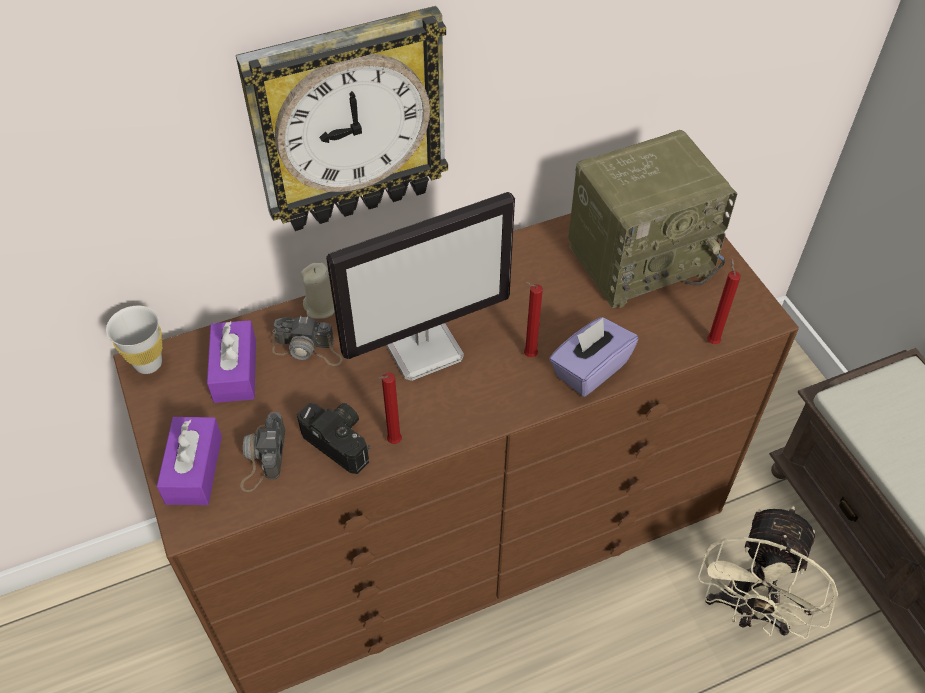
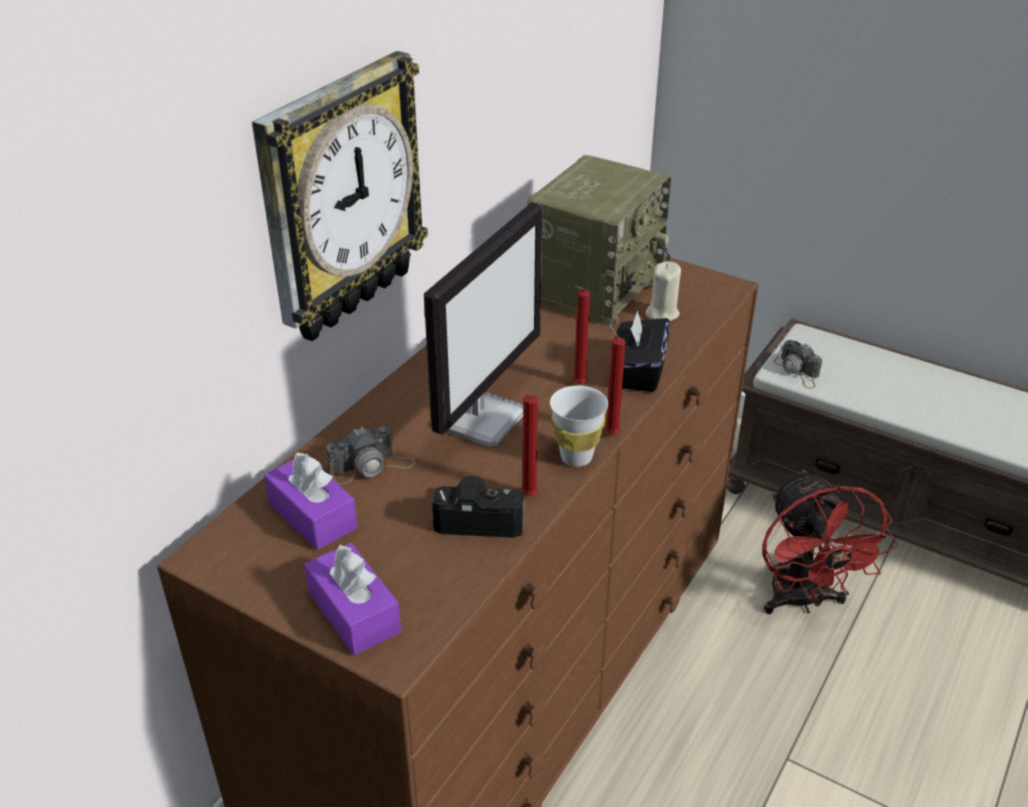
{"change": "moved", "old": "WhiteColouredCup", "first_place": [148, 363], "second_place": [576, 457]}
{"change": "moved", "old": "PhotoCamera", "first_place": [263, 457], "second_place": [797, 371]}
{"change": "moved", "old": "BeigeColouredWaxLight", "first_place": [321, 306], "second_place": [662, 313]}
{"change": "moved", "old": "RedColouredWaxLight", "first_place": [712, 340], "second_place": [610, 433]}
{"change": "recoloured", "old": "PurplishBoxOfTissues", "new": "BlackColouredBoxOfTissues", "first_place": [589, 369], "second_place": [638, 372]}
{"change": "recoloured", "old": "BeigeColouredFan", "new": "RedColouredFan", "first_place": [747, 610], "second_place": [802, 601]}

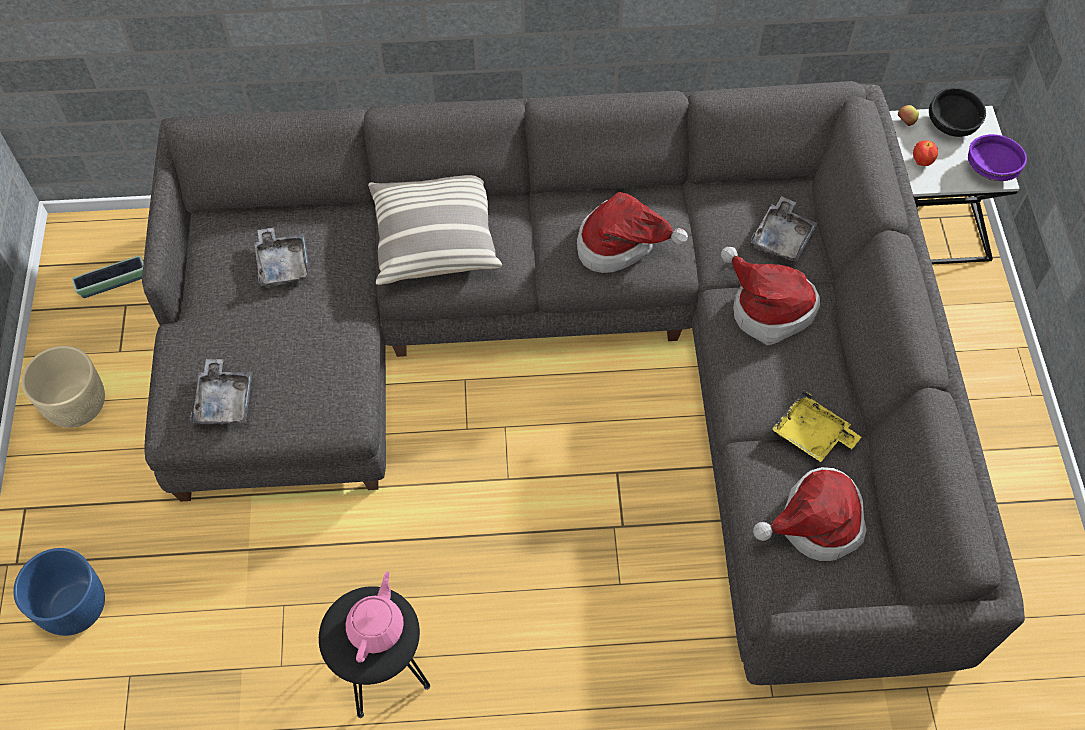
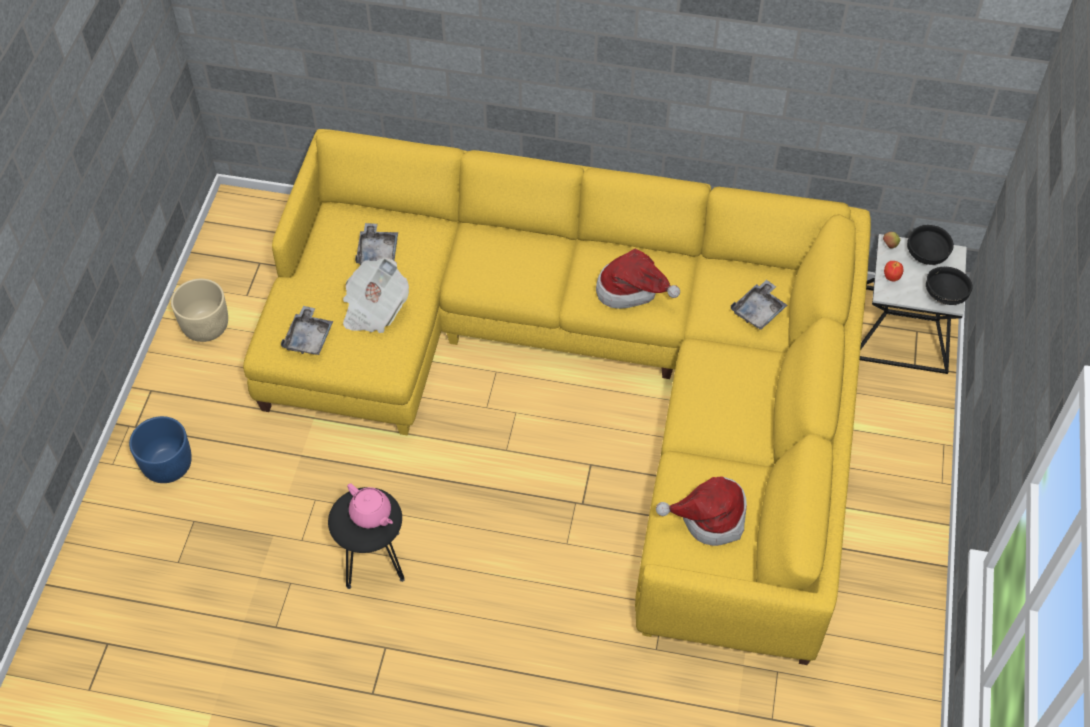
{"change": "removed", "old": "Planter", "first_place": [113, 283]}
{"change": "removed", "old": "Cushion", "first_place": [434, 239]}
{"change": "removed", "old": "Hat", "first_place": [767, 308]}
{"change": "removed", "old": "YellowTray", "first_place": [812, 435]}
{"change": "added", "new": "Newspaper", "second_place": [374, 309]}
{"change": "recoloured", "old": "GreySettee", "new": "YellowSettee", "first_place": [582, 355], "second_place": [591, 374]}
{"change": "recoloured", "old": "PurplishBowl", "new": "BlackColouredBowl", "first_place": [990, 169], "second_place": [945, 295]}
{"change": "turned", "old": "PinkColouredTeapot", "first_place": [377, 627], "second_place": [371, 514], "degrees": 105}

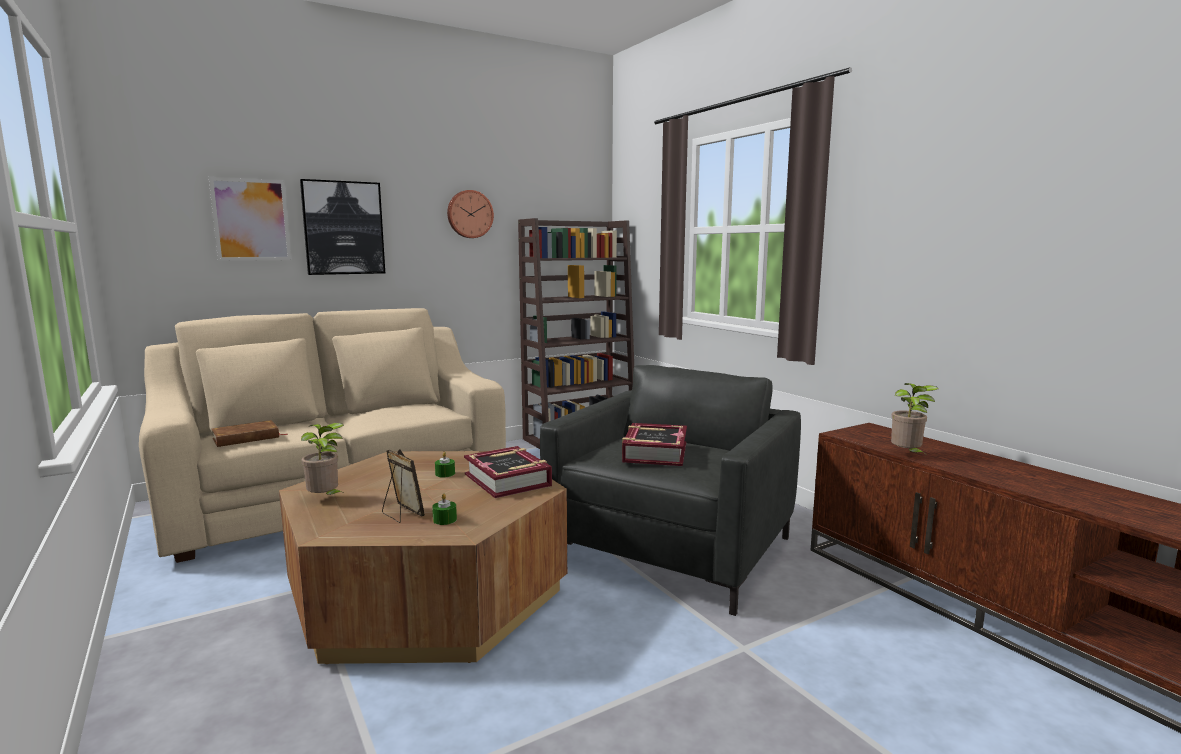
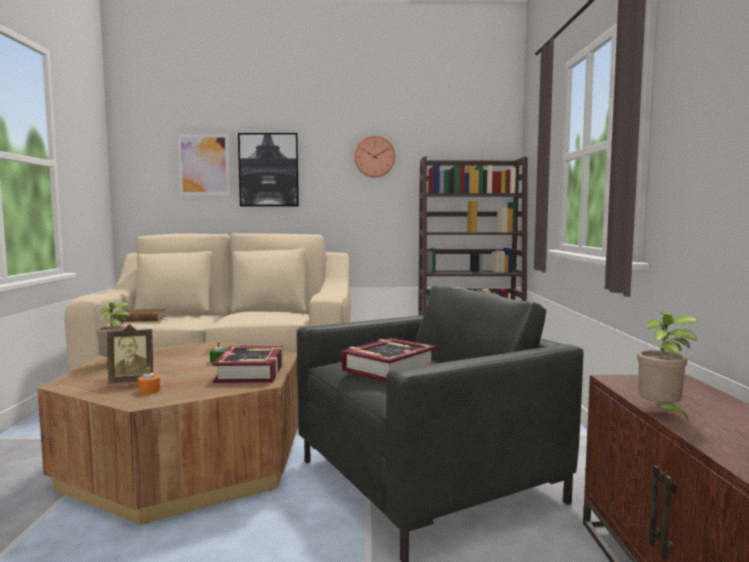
{"change": "recoloured", "old": "GreenishWaxLight", "new": "OrangeWaxLight", "first_place": [445, 520], "second_place": [149, 390]}
{"change": "turned", "old": "PictureFrame", "first_place": [401, 514], "second_place": [132, 381], "degrees": 90}

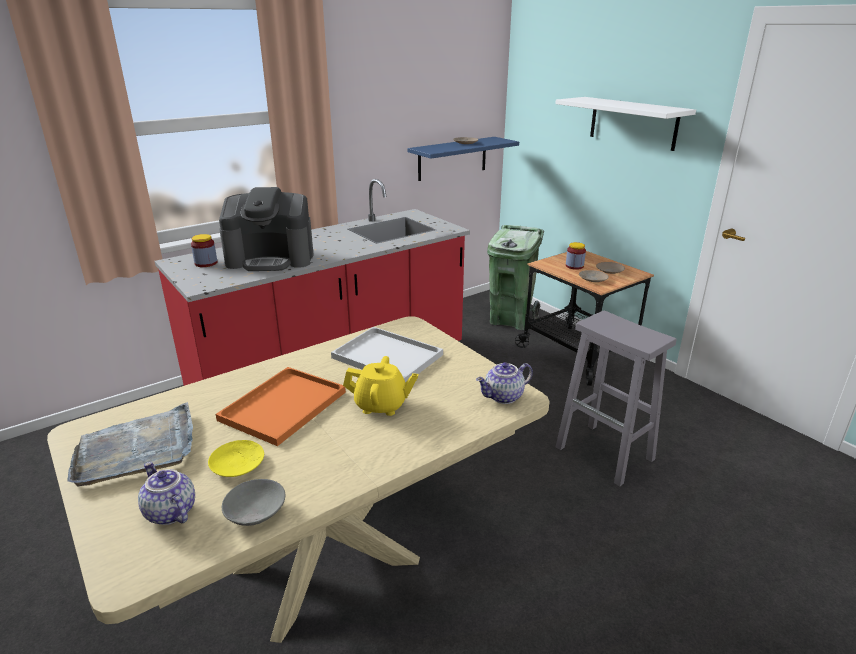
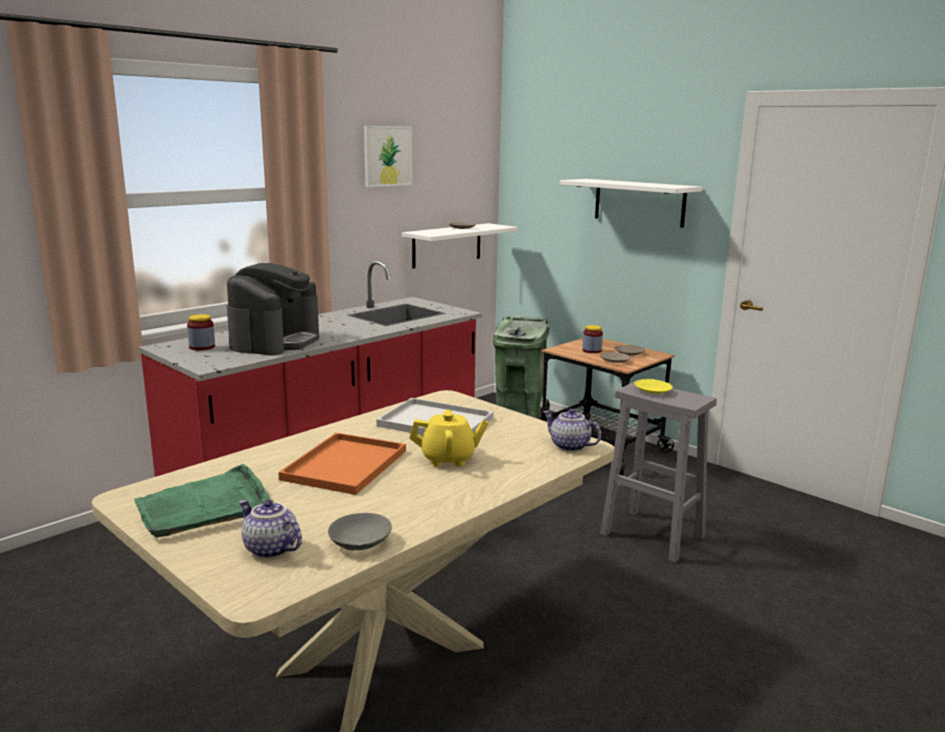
{"change": "added", "new": "Picture", "second_place": [387, 156]}
{"change": "moved", "old": "YellowPlate", "first_place": [238, 463], "second_place": [652, 390]}
{"change": "recoloured", "old": "GreyTray", "new": "GreenishTray", "first_place": [137, 449], "second_place": [203, 506]}
{"change": "recoloured", "old": "BlueShelf", "new": "WhiteColouredShelf", "first_place": [452, 158], "second_place": [447, 245]}
{"change": "turned", "old": "CoffeeMaker", "first_place": [271, 259], "second_place": [276, 341], "degrees": -60}
{"change": "turned", "old": "Teapot", "first_place": [503, 397], "second_place": [569, 446], "degrees": 75}

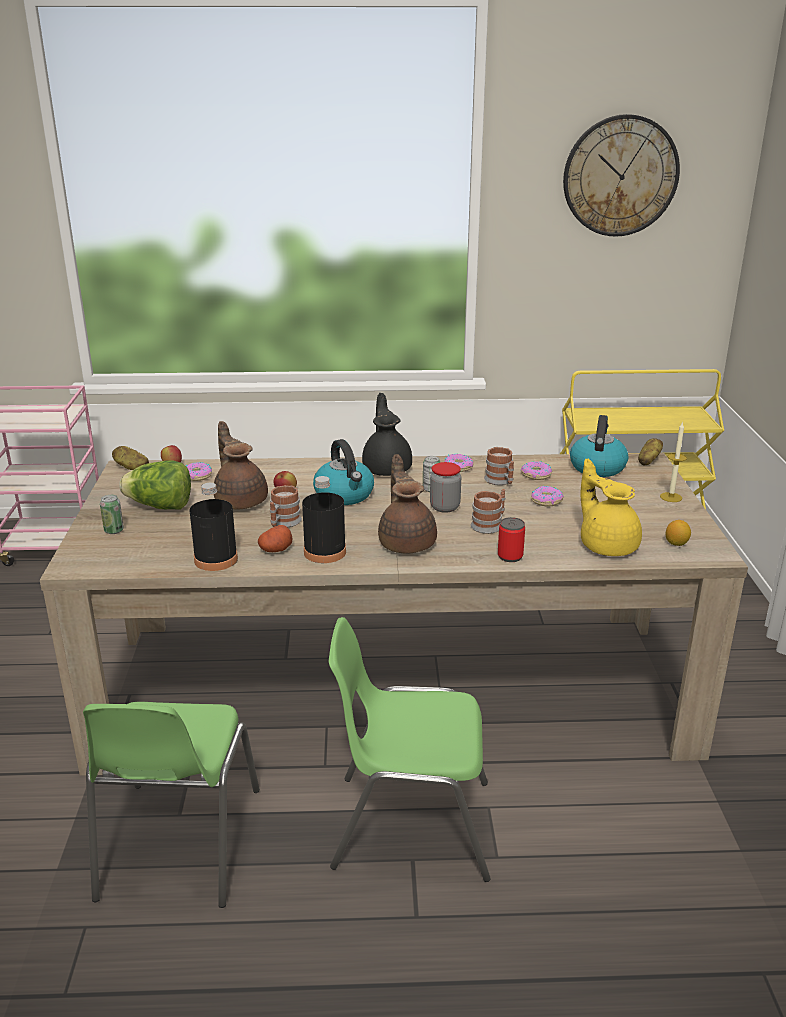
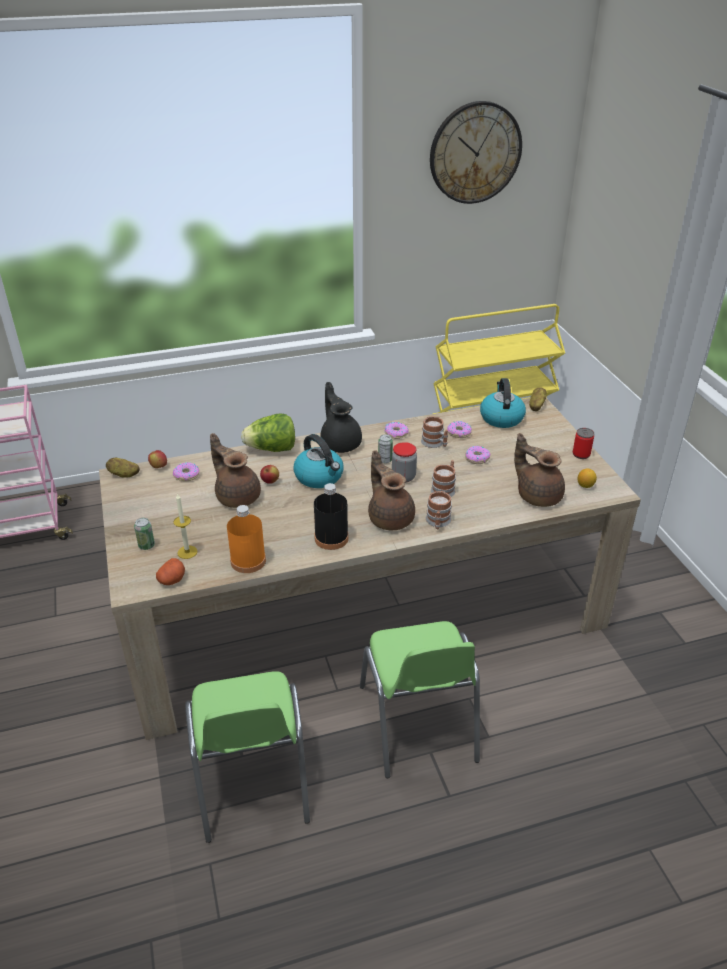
{"change": "moved", "old": "HeadOfLettuce", "first_place": [160, 507], "second_place": [272, 449]}
{"change": "moved", "old": "WholePotato", "first_place": [276, 550], "second_place": [172, 580]}
{"change": "moved", "old": "Mug", "first_place": [283, 523], "second_place": [438, 522]}
{"change": "moved", "old": "MetalCan", "first_place": [510, 556], "second_place": [581, 454]}
{"change": "moved", "old": "WaxLight", "first_place": [671, 497], "second_place": [187, 552]}
{"change": "recoloured", "old": "BlackColouredBeverageBottle", "new": "OrangeBeverageBottle", "first_place": [216, 559], "second_place": [248, 561]}
{"change": "recoloured", "old": "YellowTeapot", "new": "BrownishTeapot", "first_place": [607, 545], "second_place": [537, 495]}
{"change": "turned", "old": "GreenishUprightChair", "first_place": [409, 824], "second_place": [418, 724], "degrees": -90}

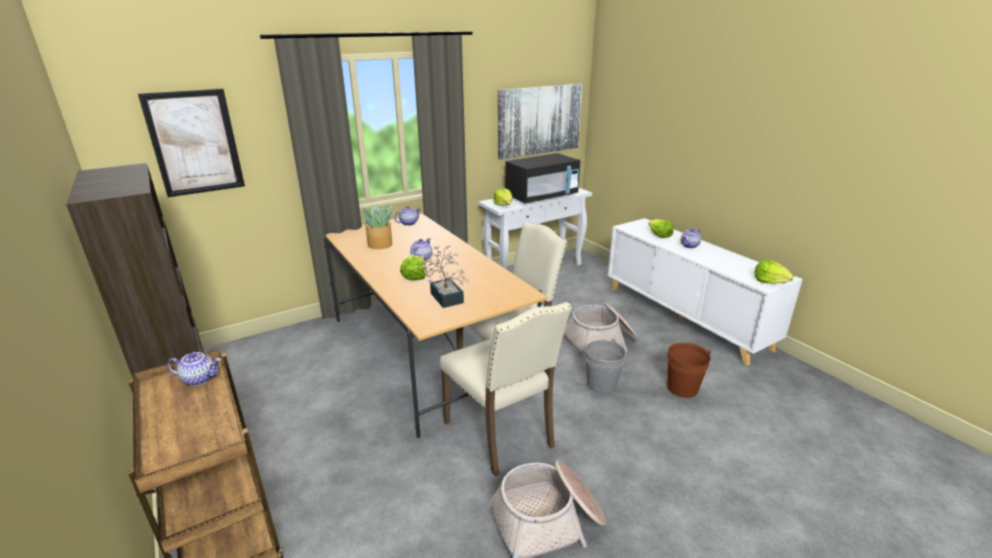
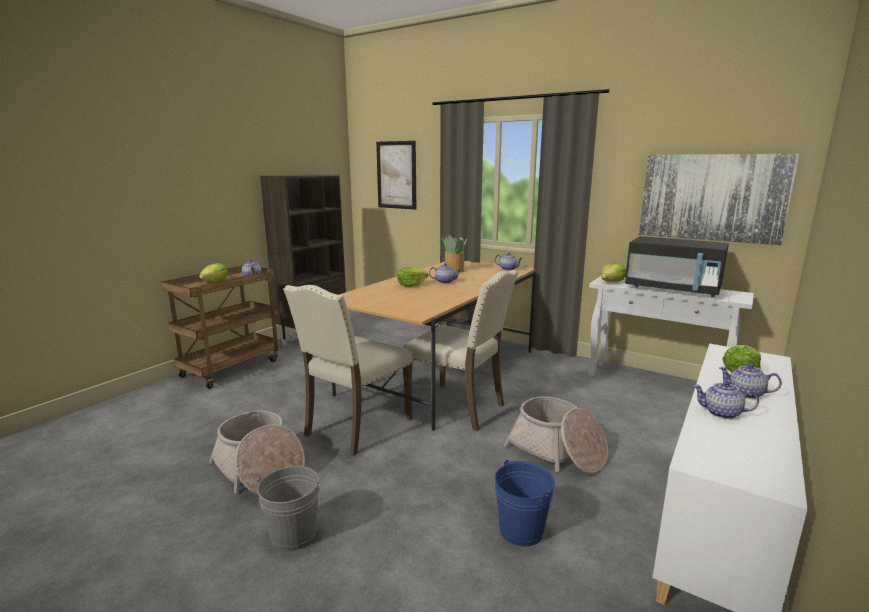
{"change": "removed", "old": "Houseplant", "first_place": [445, 296]}
{"change": "added", "new": "Teapot", "second_place": [721, 413]}
{"change": "moved", "old": "GreyBucket", "first_place": [601, 384], "second_place": [293, 535]}
{"change": "moved", "old": "HeadOfLettuce", "first_place": [769, 281], "second_place": [215, 281]}
{"change": "recoloured", "old": "BrownishBucket", "new": "BlueBucket", "first_place": [682, 388], "second_place": [521, 530]}

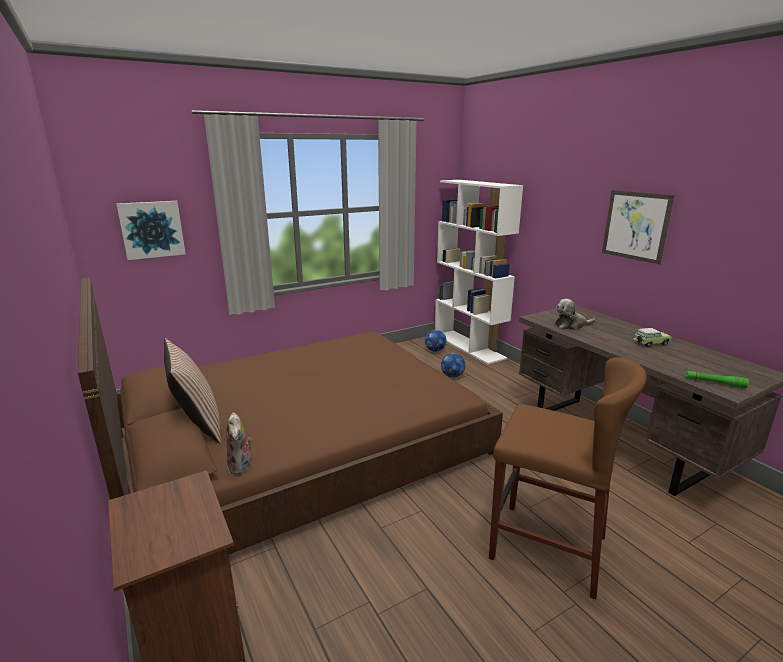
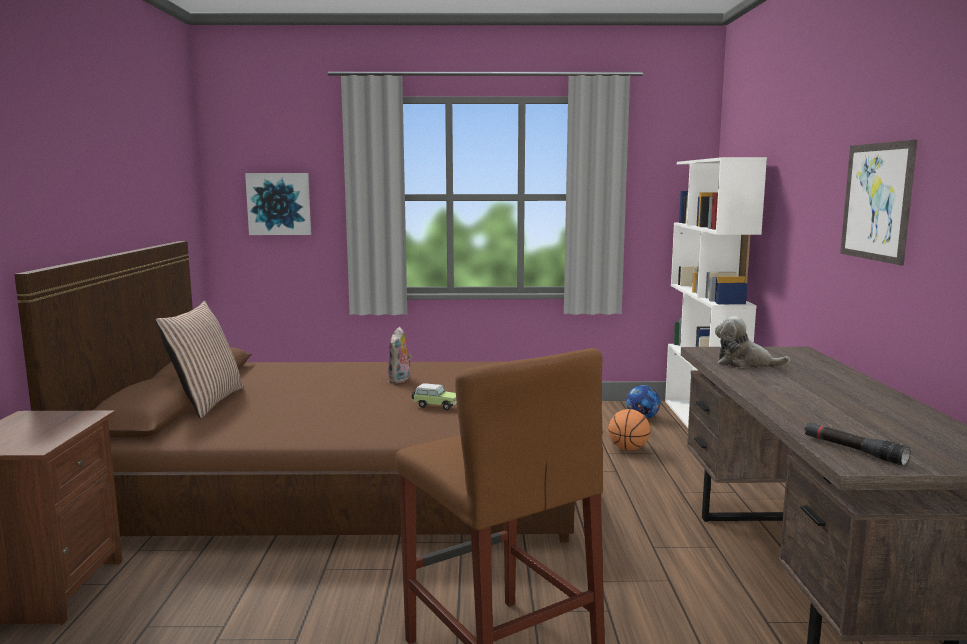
{"change": "moved", "old": "SoftToy", "first_place": [241, 466], "second_place": [400, 380]}
{"change": "moved", "old": "ModelCar", "first_place": [650, 344], "second_place": [435, 406]}
{"change": "replaced", "old": "BallForFootball", "new": "BallForBasketball", "first_place": [452, 376], "second_place": [628, 449]}
{"change": "recoloured", "old": "GreenishHandTorch", "new": "BlackColouredHandTorch", "first_place": [714, 383], "second_place": [853, 450]}

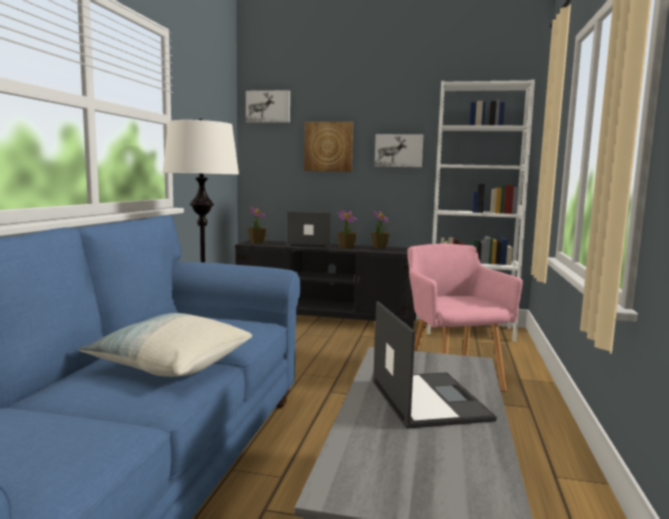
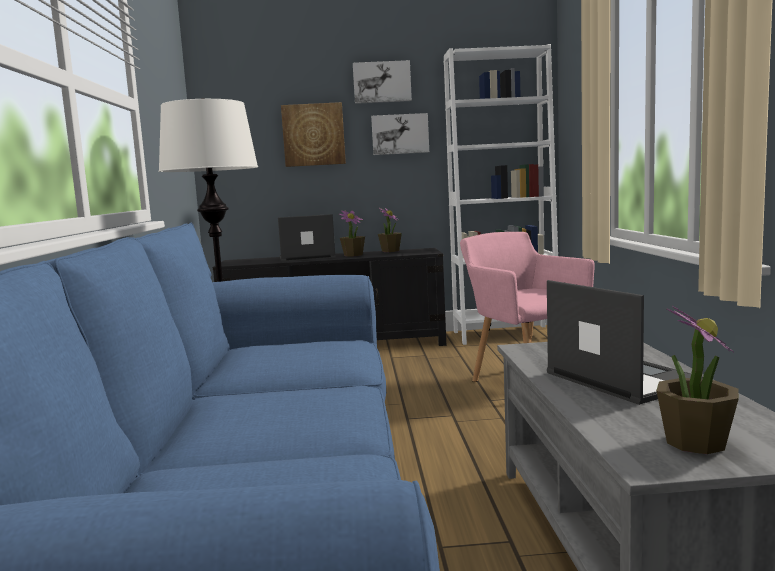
{"change": "removed", "old": "Cushion", "first_place": [171, 365]}
{"change": "moved", "old": "Picture", "first_place": [268, 107], "second_place": [382, 82]}
{"change": "moved", "old": "Houseplant", "first_place": [257, 242], "second_place": [695, 442]}

